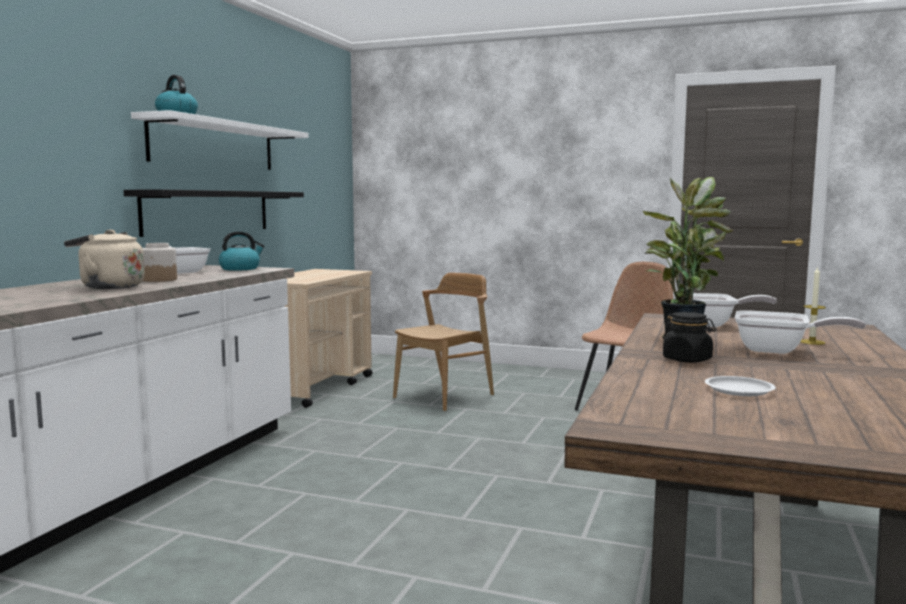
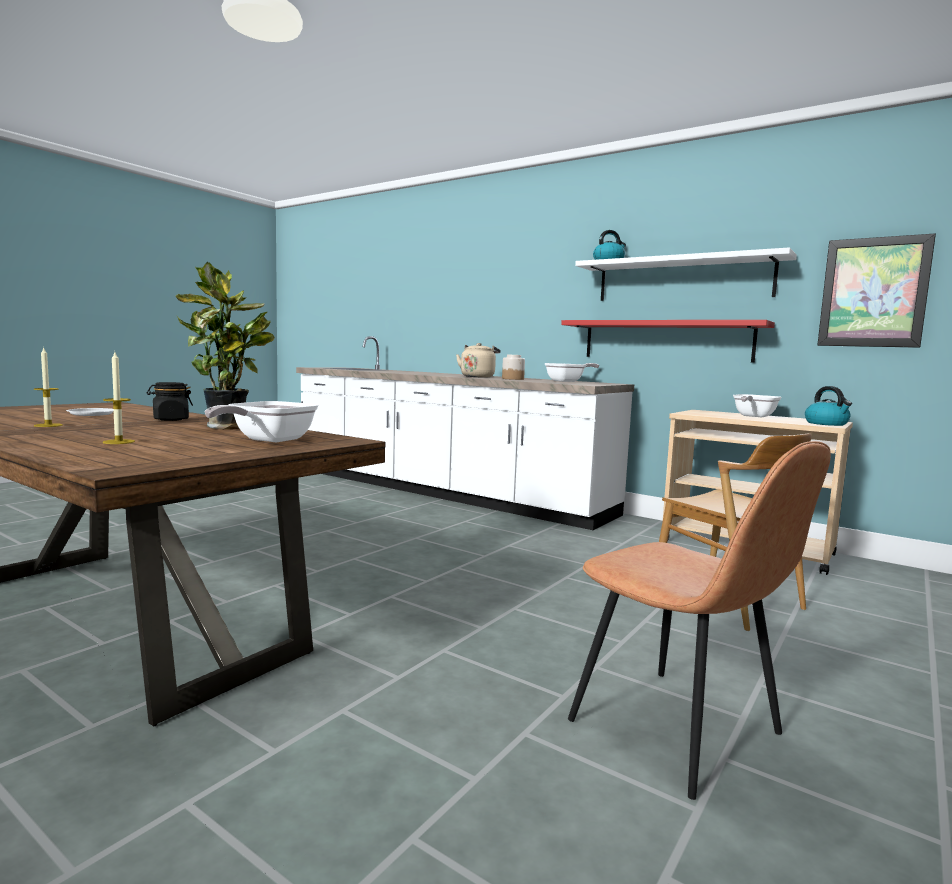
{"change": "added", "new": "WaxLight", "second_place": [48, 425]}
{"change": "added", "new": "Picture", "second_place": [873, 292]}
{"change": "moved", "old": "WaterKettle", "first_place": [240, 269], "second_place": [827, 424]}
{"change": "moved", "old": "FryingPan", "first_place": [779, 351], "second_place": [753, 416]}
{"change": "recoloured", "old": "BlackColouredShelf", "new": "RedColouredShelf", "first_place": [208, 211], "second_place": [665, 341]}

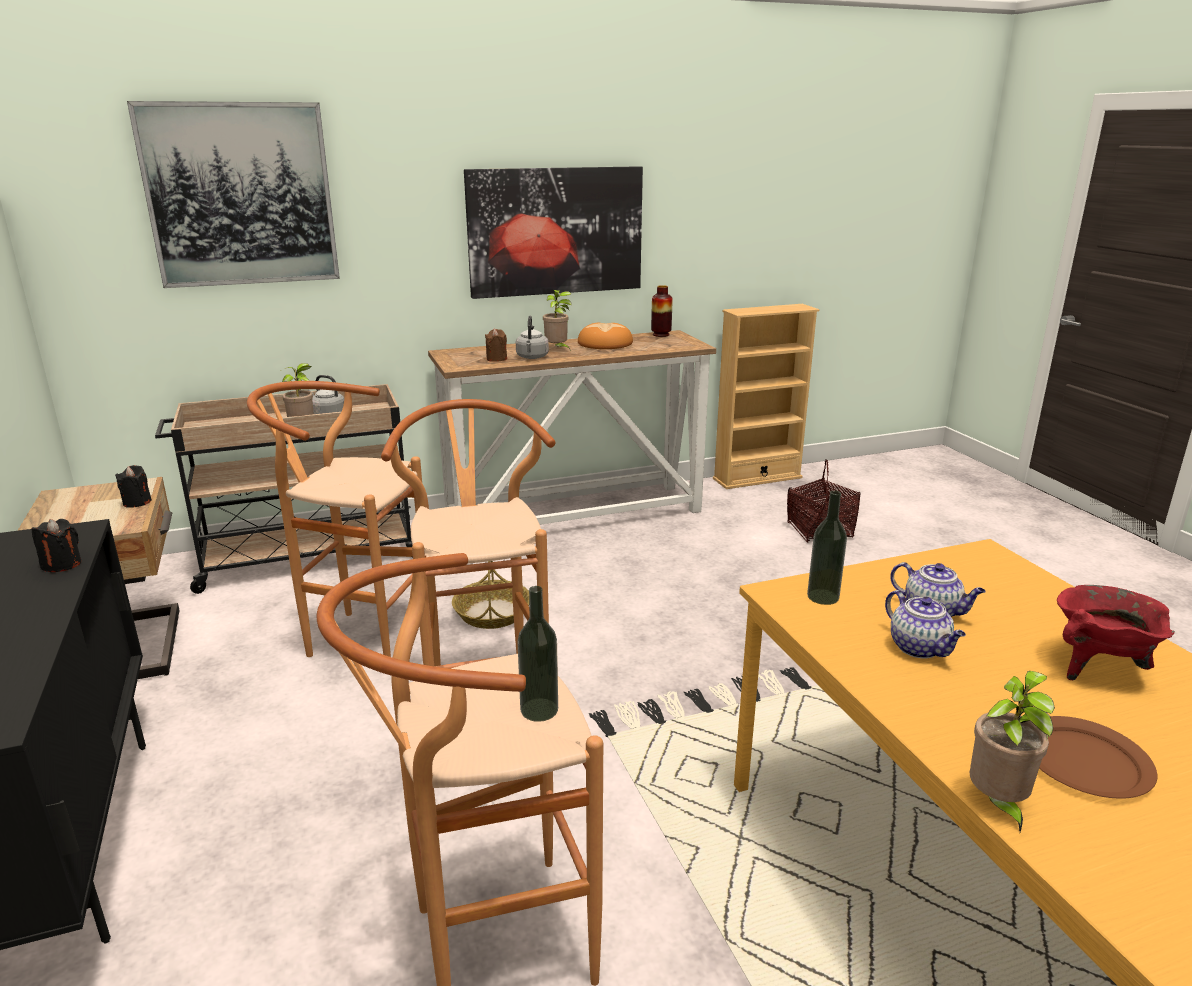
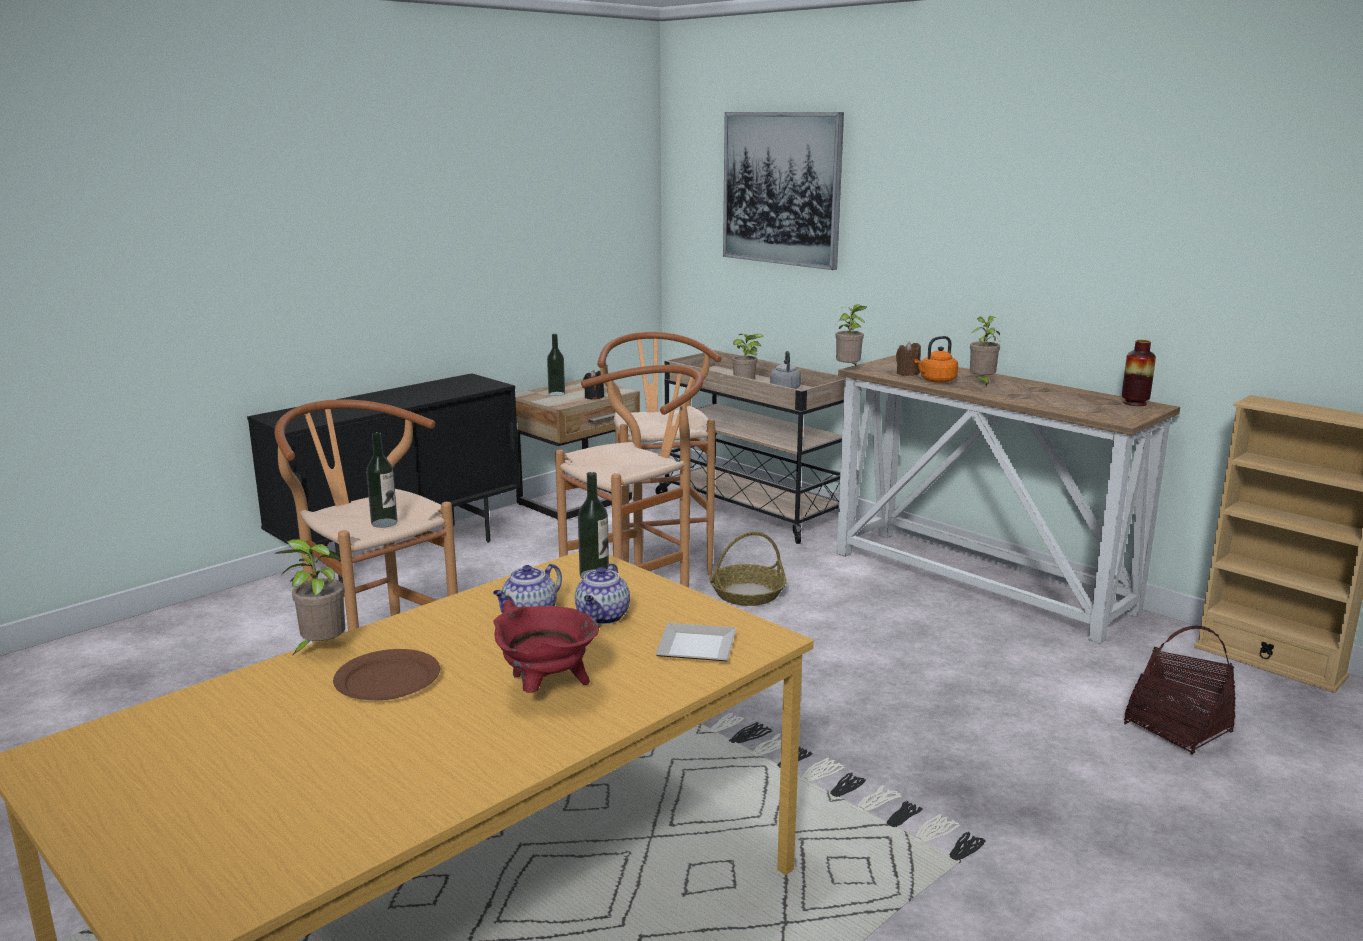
{"change": "removed", "old": "BlackColouredWaxLight", "first_place": [62, 564]}
{"change": "removed", "old": "Picture", "first_place": [555, 231]}
{"change": "removed", "old": "BakeryBread", "first_place": [605, 343]}
{"change": "added", "new": "BeverageBottle", "second_place": [556, 394]}
{"change": "added", "new": "Plate", "second_place": [694, 645]}
{"change": "added", "new": "Houseplant", "second_place": [849, 369]}
{"change": "recoloured", "old": "GreyWaterKettle", "new": "OrangeWaterKettle", "first_place": [532, 357], "second_place": [936, 381]}

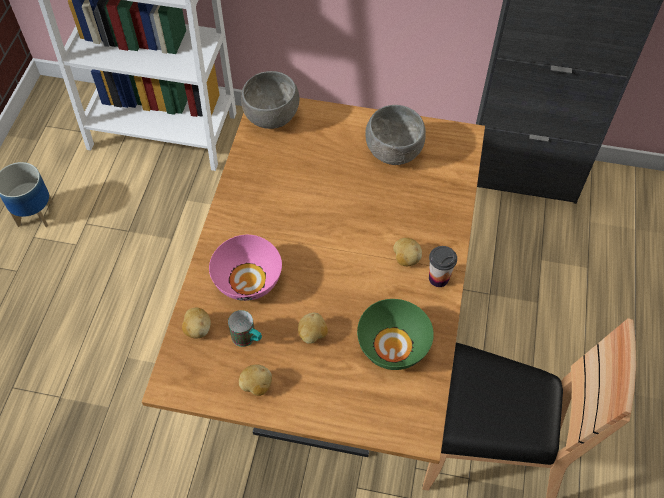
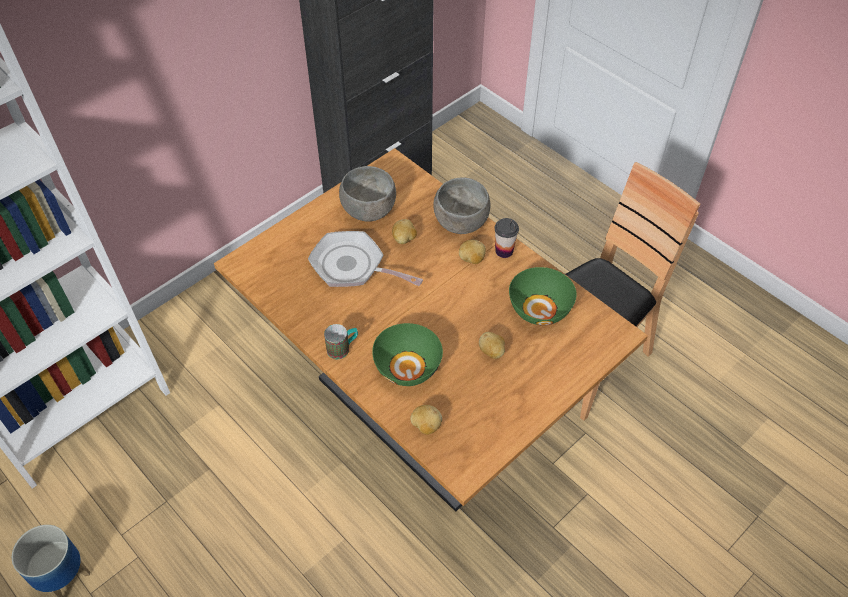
{"change": "added", "new": "FryingPan", "second_place": [353, 266]}
{"change": "moved", "old": "Mug", "first_place": [248, 339], "second_place": [343, 348]}
{"change": "moved", "old": "WholePotato", "first_place": [256, 386], "second_place": [404, 239]}
{"change": "moved", "old": "GreyBowl", "first_place": [271, 117], "second_place": [460, 223]}
{"change": "recoloured", "old": "PinkColouredBowl", "new": "GreenishBowl", "first_place": [248, 281], "second_place": [408, 367]}

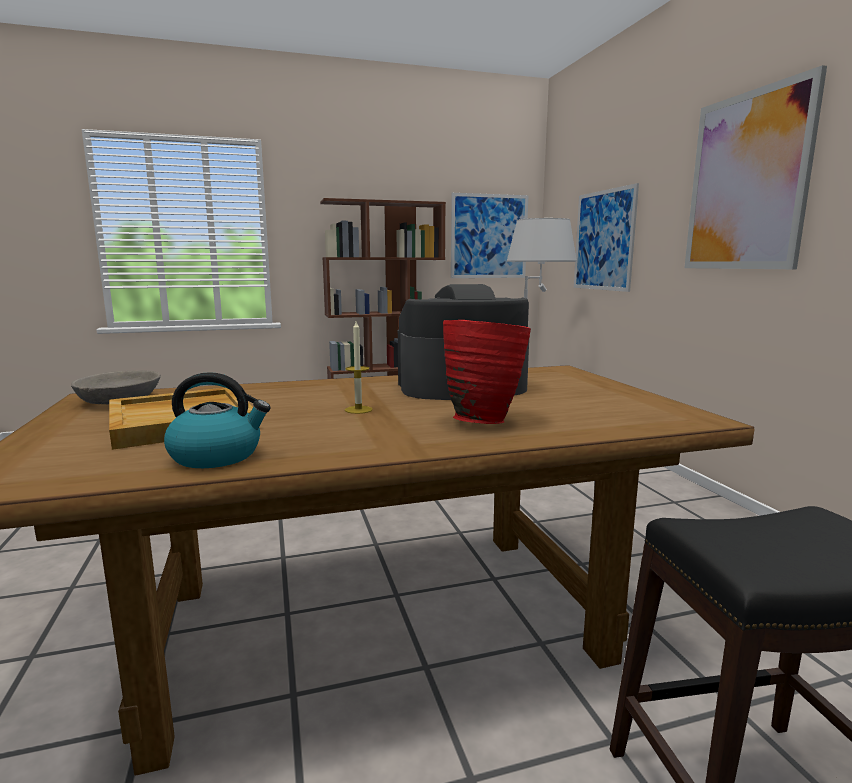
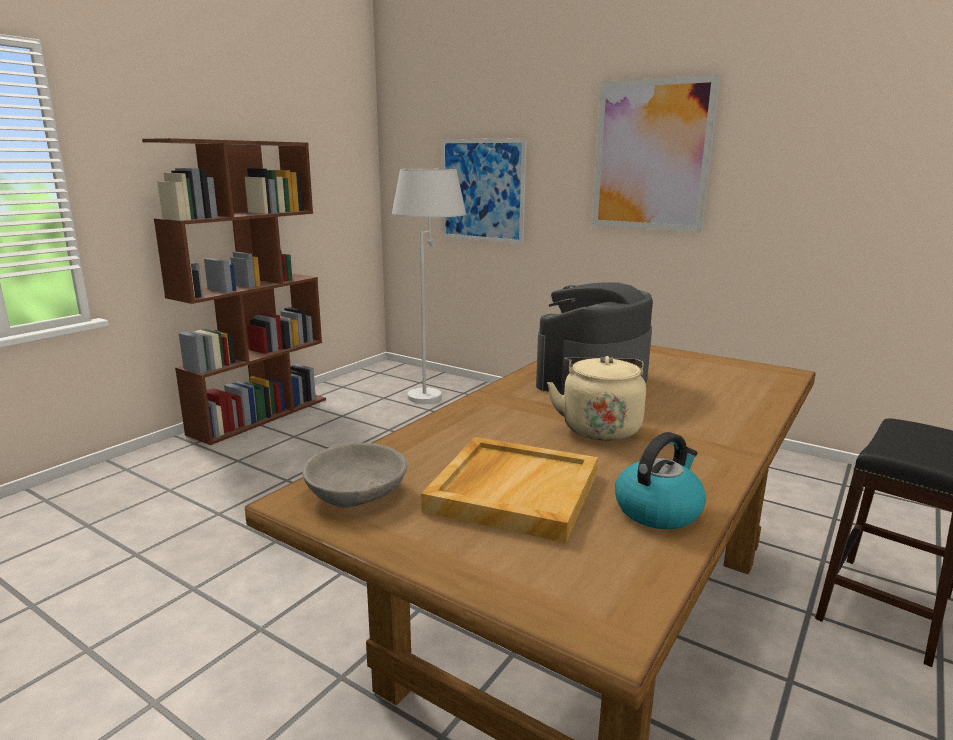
{"change": "removed", "old": "RedColouredDecorativeVase", "first_place": [483, 420]}
{"change": "removed", "old": "Picture", "first_place": [489, 236]}
{"change": "replaced", "old": "WaxLight", "new": "BeigeColouredWaterKettle", "first_place": [358, 410], "second_place": [599, 427]}

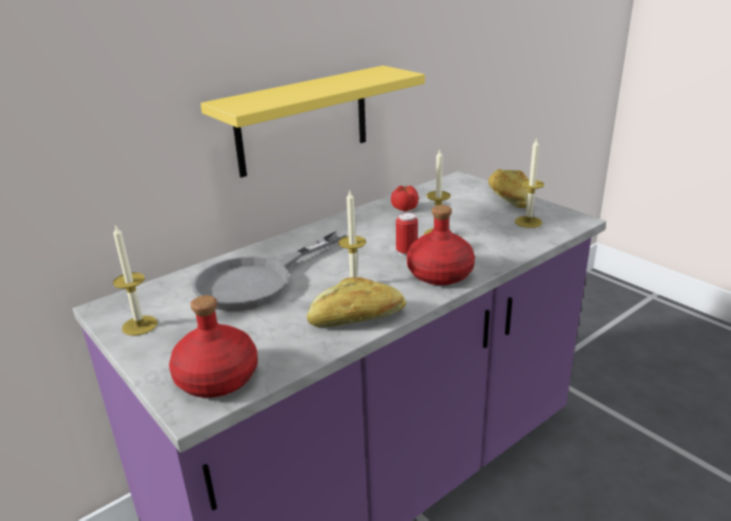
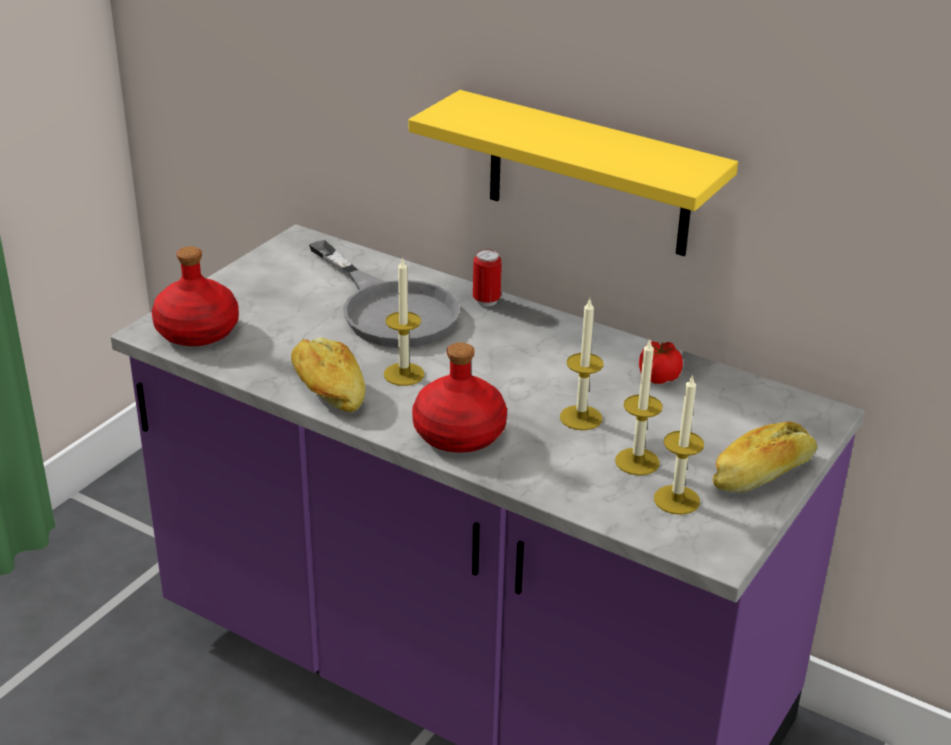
{"change": "moved", "old": "WaxLight", "first_place": [139, 325], "second_place": [637, 461]}
{"change": "moved", "old": "MetalCan", "first_place": [406, 252], "second_place": [486, 300]}
{"change": "turned", "old": "GreyFryingPan", "first_place": [258, 280], "second_place": [389, 309], "degrees": -150}

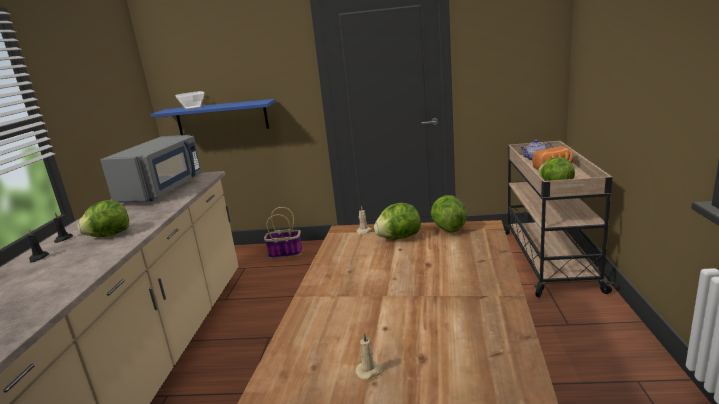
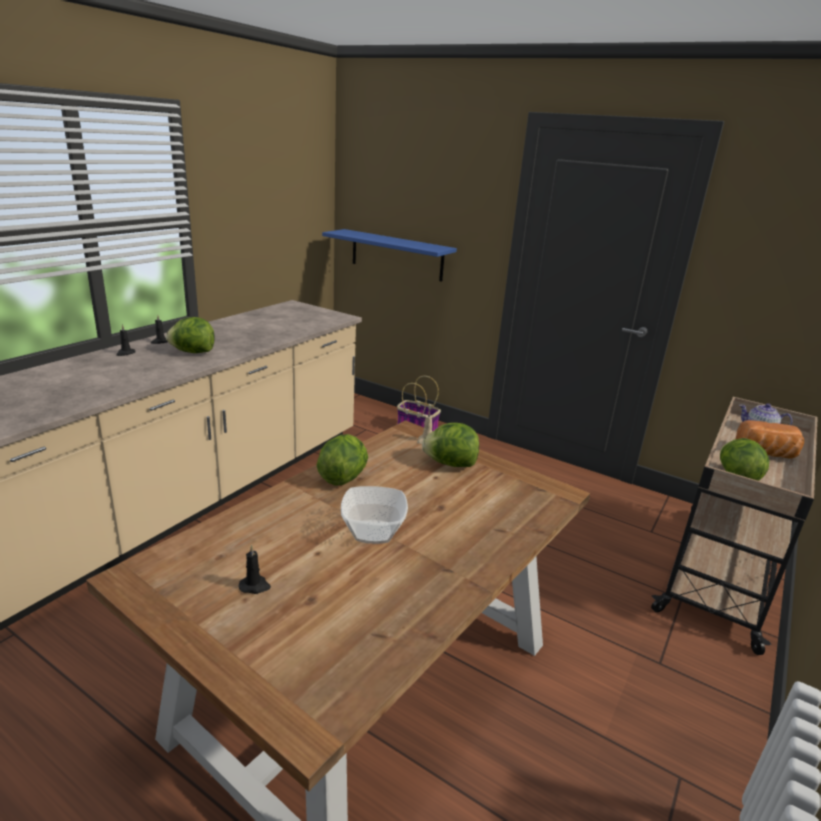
{"change": "removed", "old": "GreyMicrowave", "first_place": [163, 190]}
{"change": "moved", "old": "Bowl", "first_place": [192, 108], "second_place": [372, 533]}
{"change": "moved", "old": "HeadOfLettuce", "first_place": [448, 228], "second_place": [343, 477]}
{"change": "recoloured", "old": "BeigeColouredWaxLight", "new": "BlackColouredWaxLight", "first_place": [369, 371], "second_place": [255, 586]}

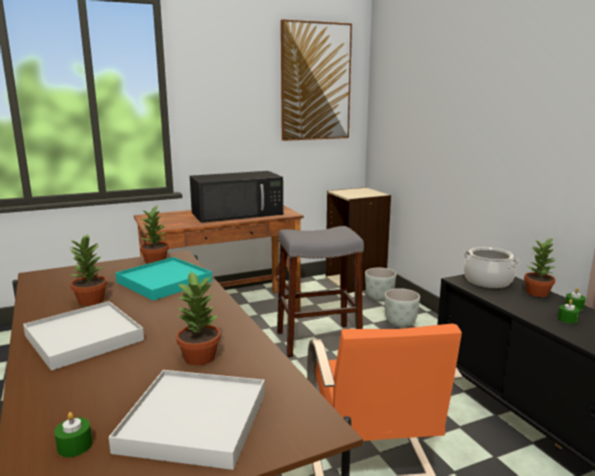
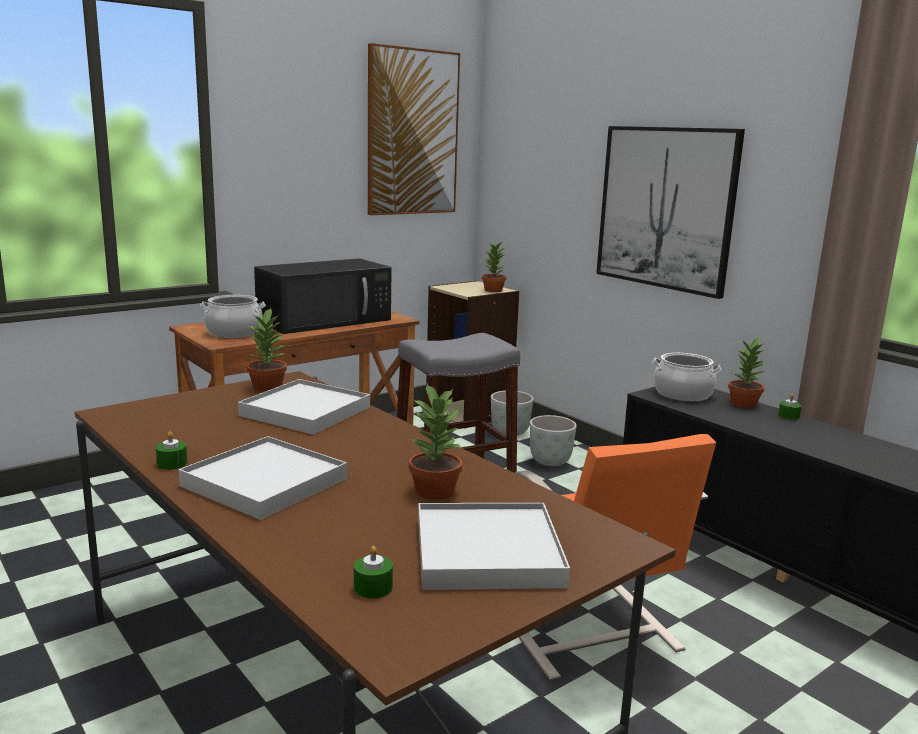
{"change": "added", "new": "Stockpot", "second_place": [234, 333]}
{"change": "added", "new": "Picture", "second_place": [665, 208]}
{"change": "moved", "old": "Houseplant", "first_place": [90, 301], "second_place": [493, 290]}
{"change": "moved", "old": "GreenishWaxLight", "first_place": [567, 319], "second_place": [172, 463]}
{"change": "recoloured", "old": "BlueGreenTray", "new": "WhiteColouredTray", "first_place": [164, 281], "second_place": [305, 411]}

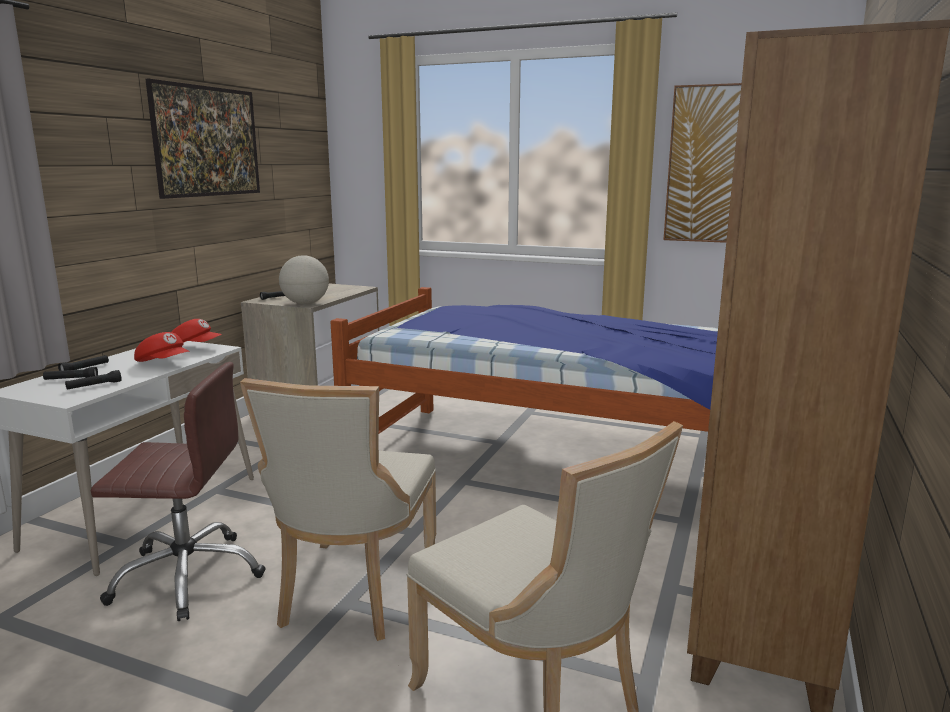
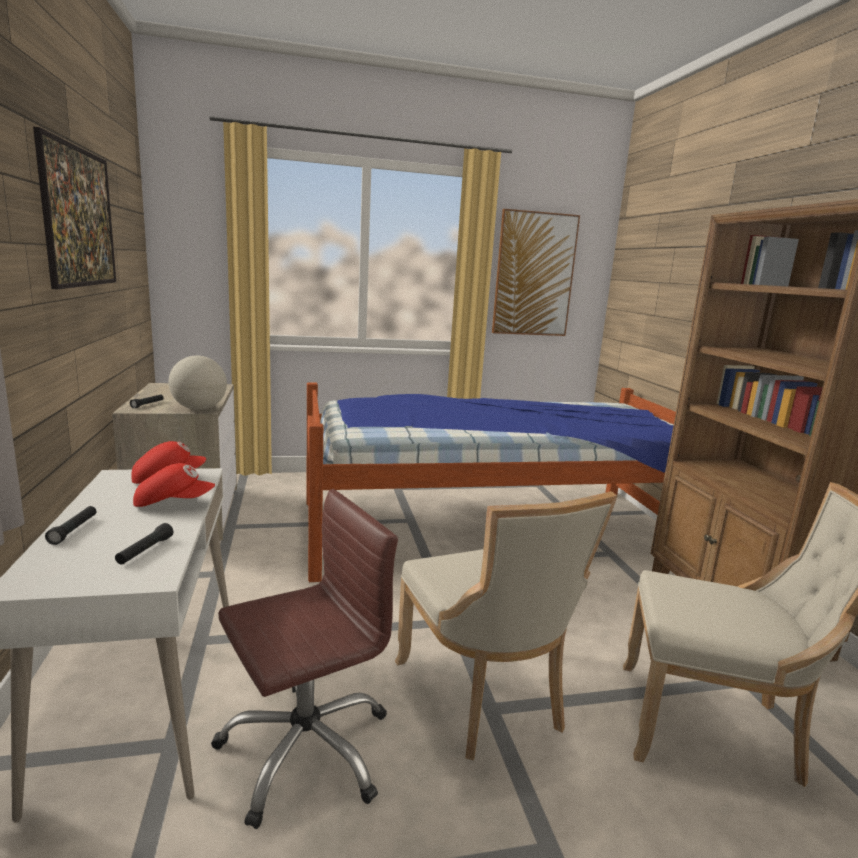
{"change": "removed", "old": "BlackColouredHandTorch", "first_place": [71, 379]}

